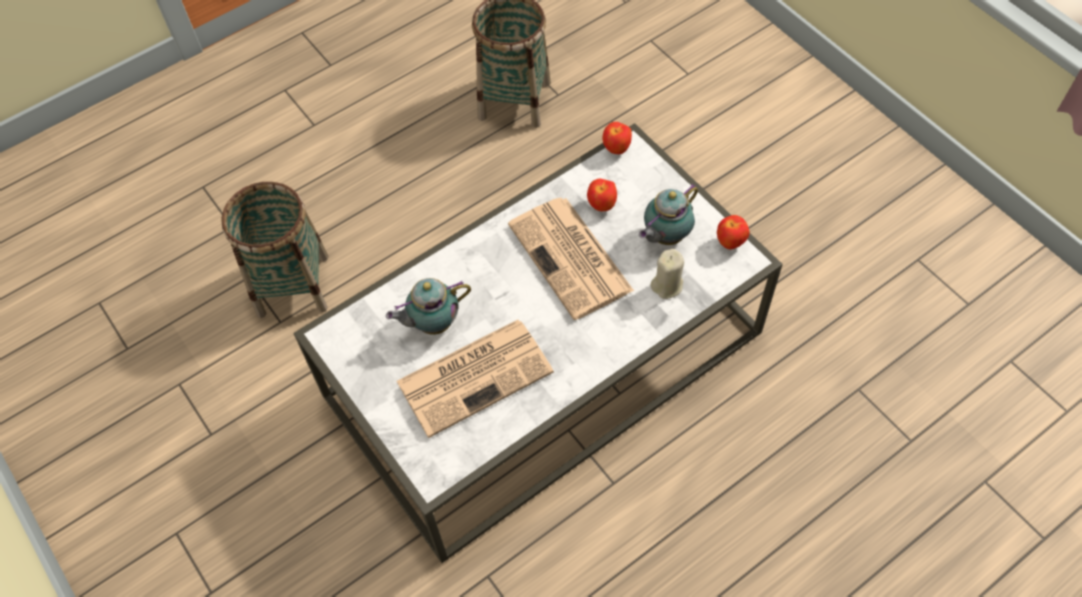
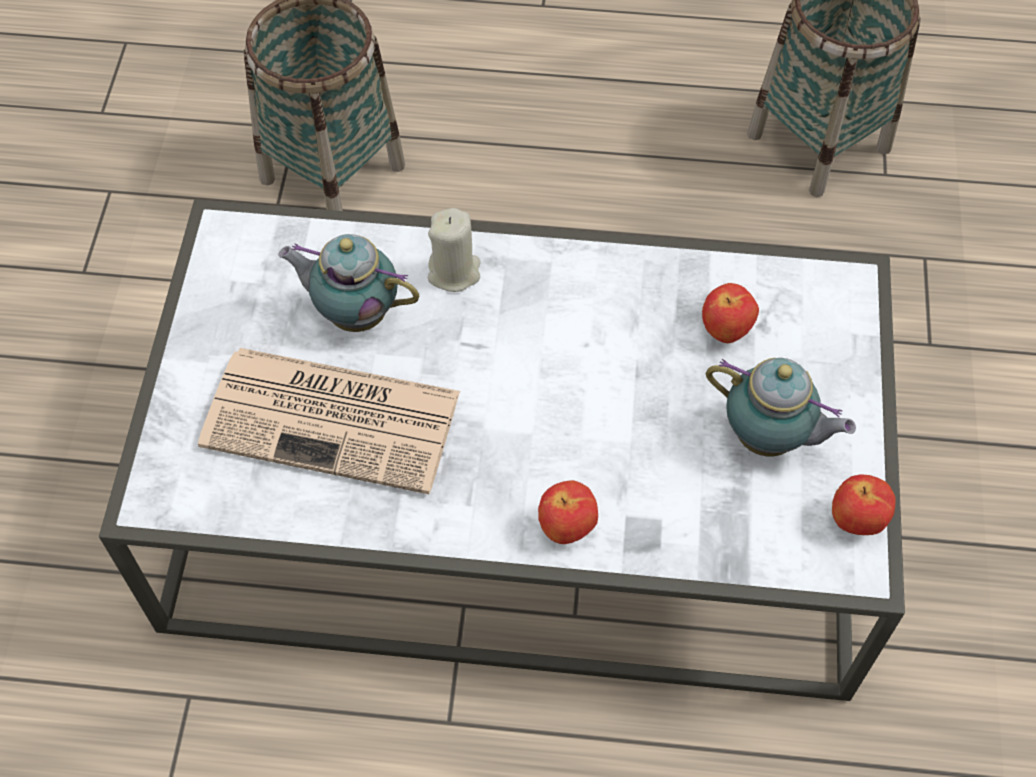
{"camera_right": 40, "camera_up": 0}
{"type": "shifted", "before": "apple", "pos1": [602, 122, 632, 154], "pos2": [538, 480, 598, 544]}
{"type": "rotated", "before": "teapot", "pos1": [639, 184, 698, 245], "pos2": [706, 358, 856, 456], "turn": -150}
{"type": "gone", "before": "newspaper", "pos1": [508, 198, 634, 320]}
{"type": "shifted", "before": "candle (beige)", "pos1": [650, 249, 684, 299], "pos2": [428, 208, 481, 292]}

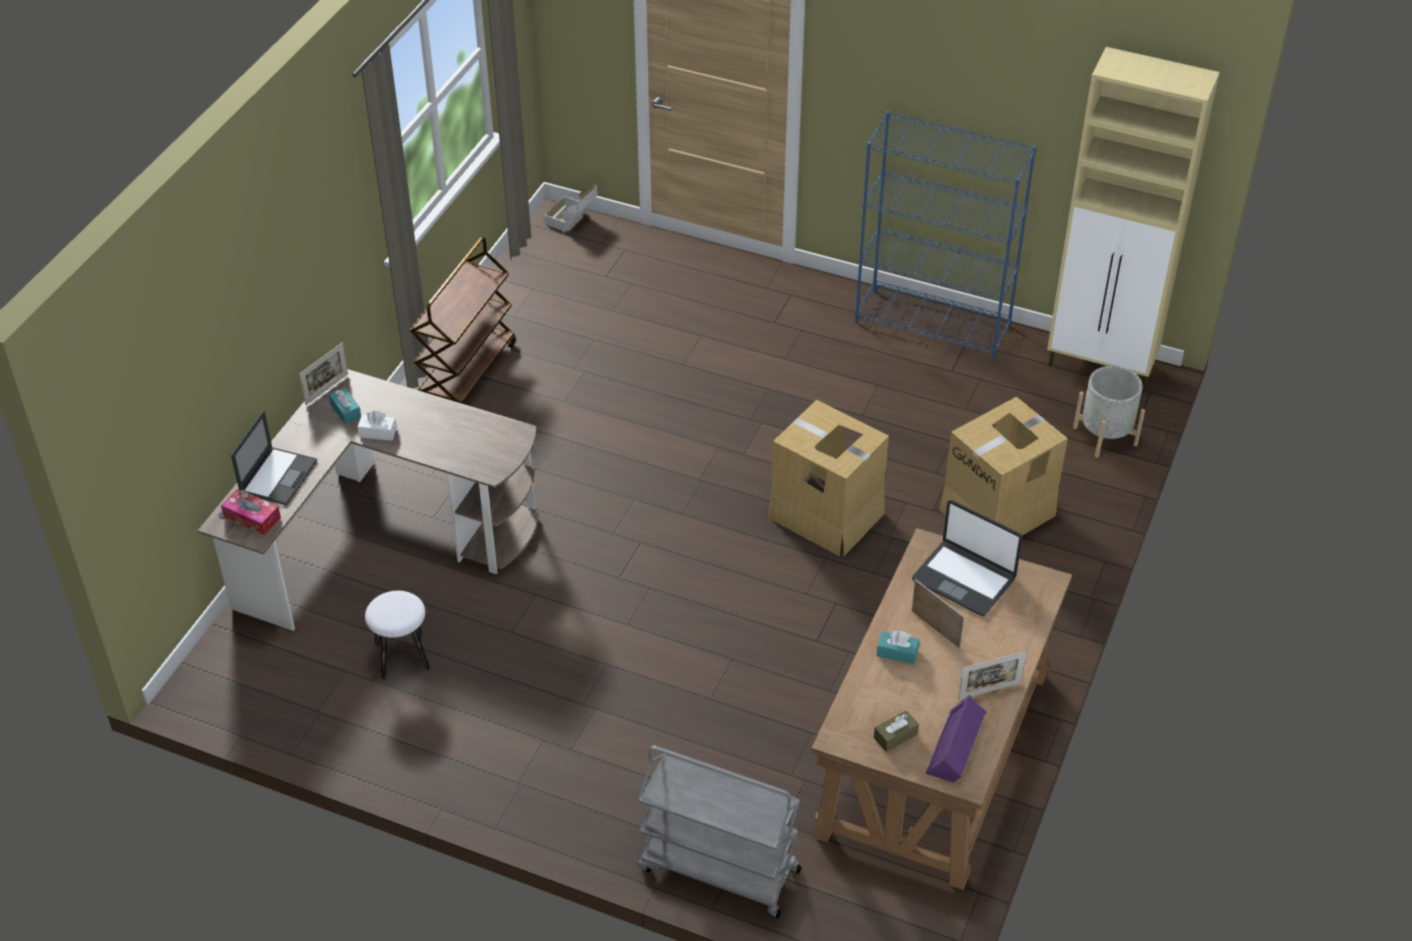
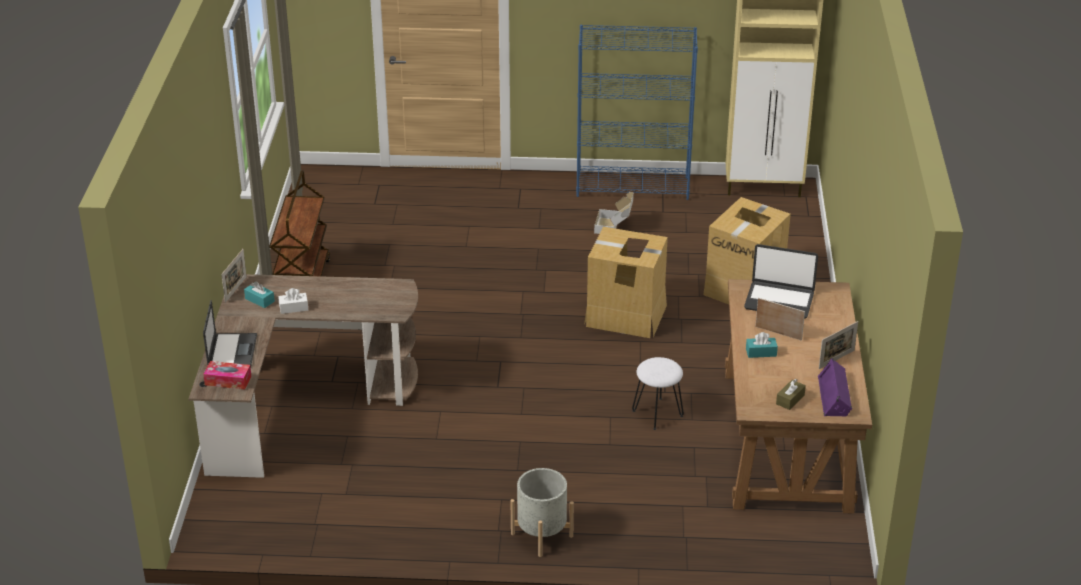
{"camera_right": -20, "camera_up": -10}
{"type": "shifted", "before": "cardboard box", "pos1": [544, 184, 598, 232], "pos2": [594, 192, 634, 234]}
{"type": "shifted", "before": "planter (grey)", "pos1": [1073, 366, 1145, 458], "pos2": [511, 468, 574, 557]}
{"type": "shifted", "before": "stool (white)", "pos1": [365, 591, 430, 680], "pos2": [632, 357, 684, 430]}
{"type": "gone", "before": "cart (grey)", "pos1": [638, 745, 801, 918]}

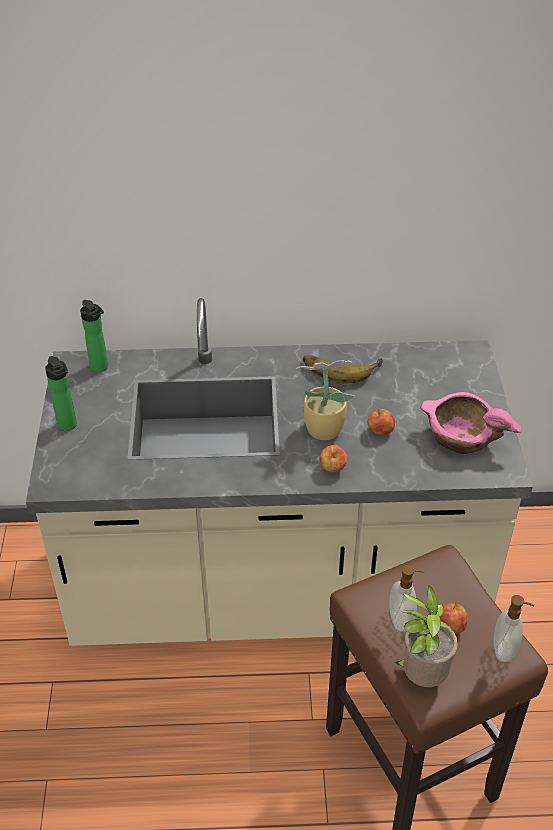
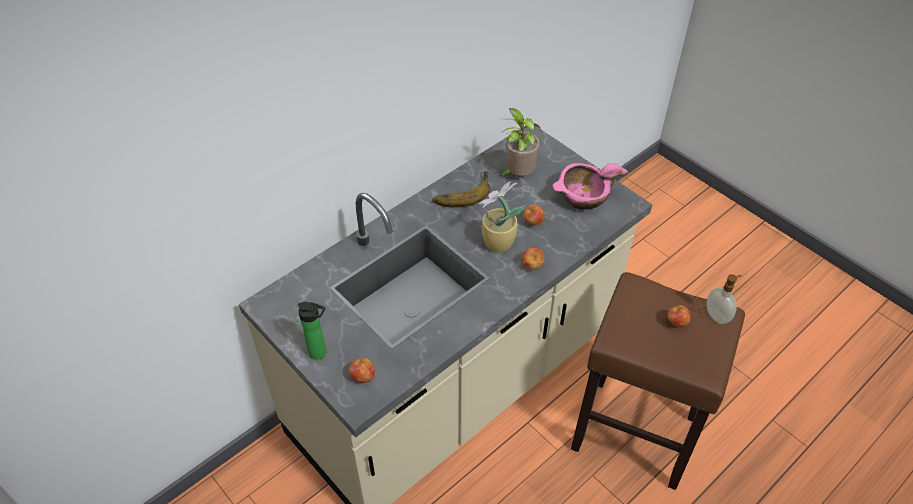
{"camera_right": -40, "camera_up": 5}
{"type": "gone", "before": "bottle", "pos1": [80, 300, 108, 372]}
{"type": "gone", "before": "soap dispenser", "pos1": [389, 565, 424, 632]}
{"type": "shifted", "before": "potted plant", "pos1": [396, 586, 458, 687], "pos2": [500, 108, 541, 176]}
{"type": "new", "after": "apple", "pos2": [349, 358, 375, 383]}

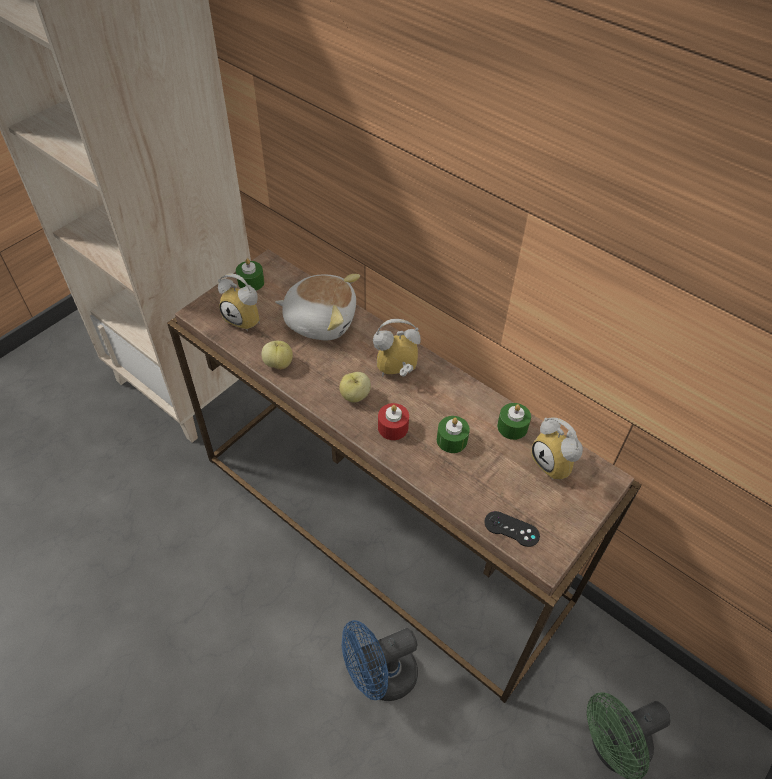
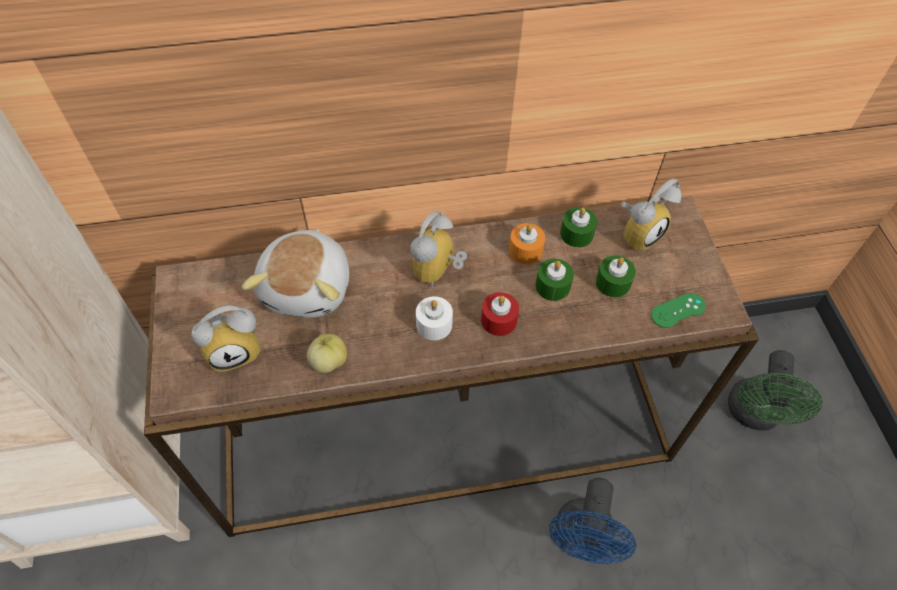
{"camera_right": -50, "camera_up": 5}
{"type": "shifted", "before": "candle (green)", "pos1": [236, 258, 264, 291], "pos2": [596, 255, 636, 298]}
{"type": "rotated", "before": "plush toy", "pos1": [275, 274, 360, 341], "pos2": [242, 229, 349, 318], "turn": 135}
{"type": "swapped", "before": "apple", "after": "candle (white)", "pos1": [339, 372, 371, 402], "pos2": [416, 296, 453, 340]}
{"type": "rotated", "before": "alarm clock", "pos1": [531, 417, 583, 480], "pos2": [621, 179, 681, 252], "turn": -45}
{"type": "repainted", "before": "game controller (black)", "after": "game controller (green)", "pos1": [484, 511, 540, 547], "pos2": [651, 293, 706, 328]}
{"type": "new", "after": "candle (orange)", "pos2": [509, 223, 545, 264]}

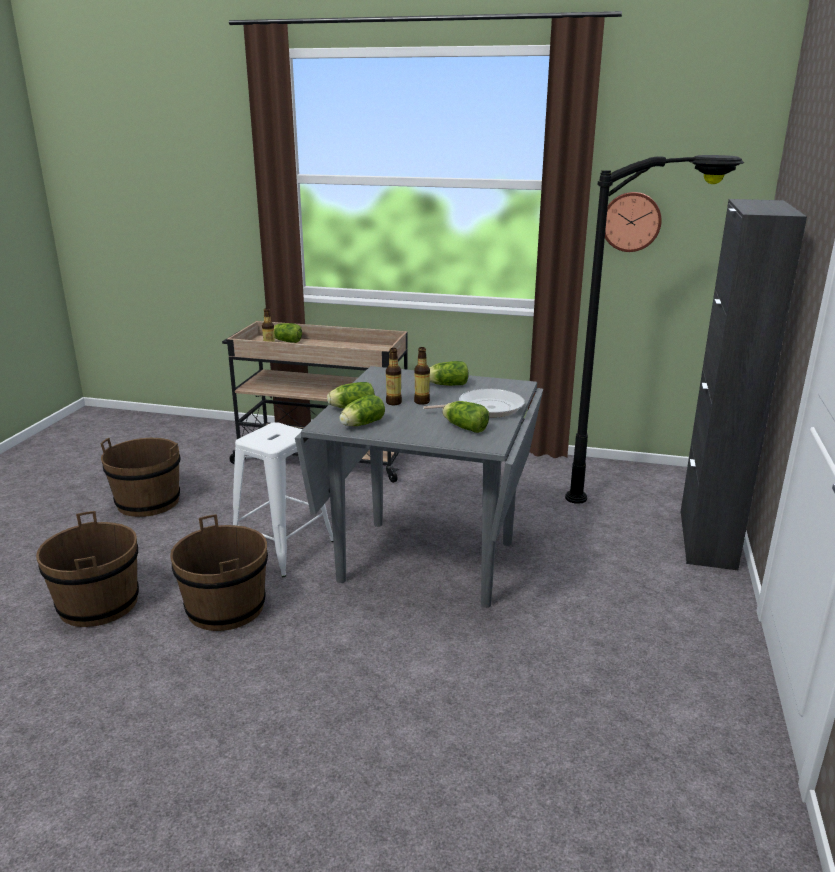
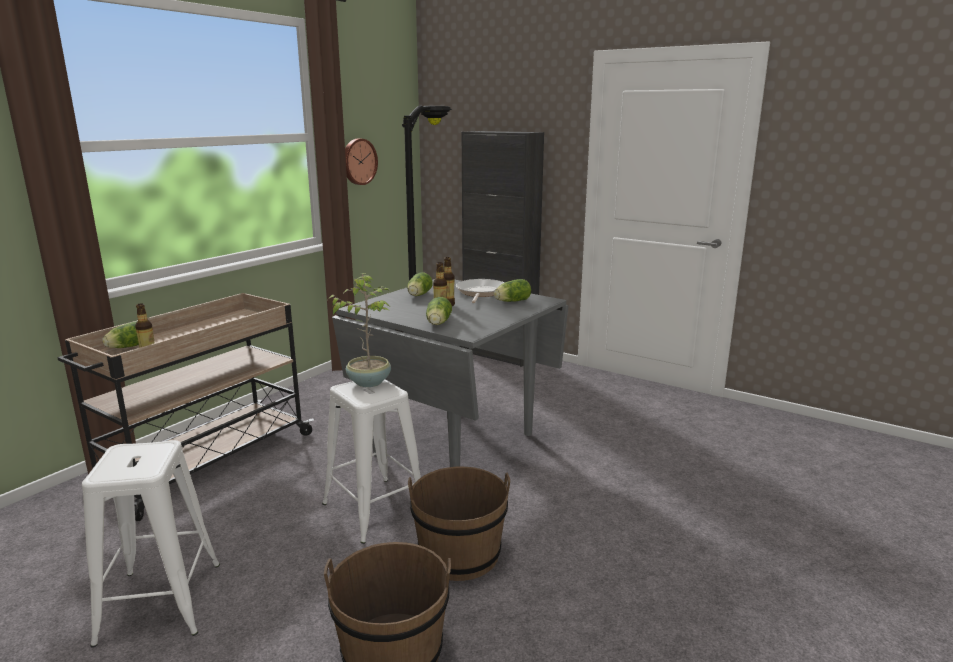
{"camera_right": -70, "camera_up": -5}
{"type": "gone", "before": "lettuce", "pos1": [339, 394, 385, 426]}
{"type": "swapped", "before": "bucket (brown)", "after": "stool (white)", "pos1": [100, 438, 180, 517], "pos2": [82, 440, 220, 648]}
{"type": "new", "after": "potted plant", "pos2": [328, 273, 391, 387]}

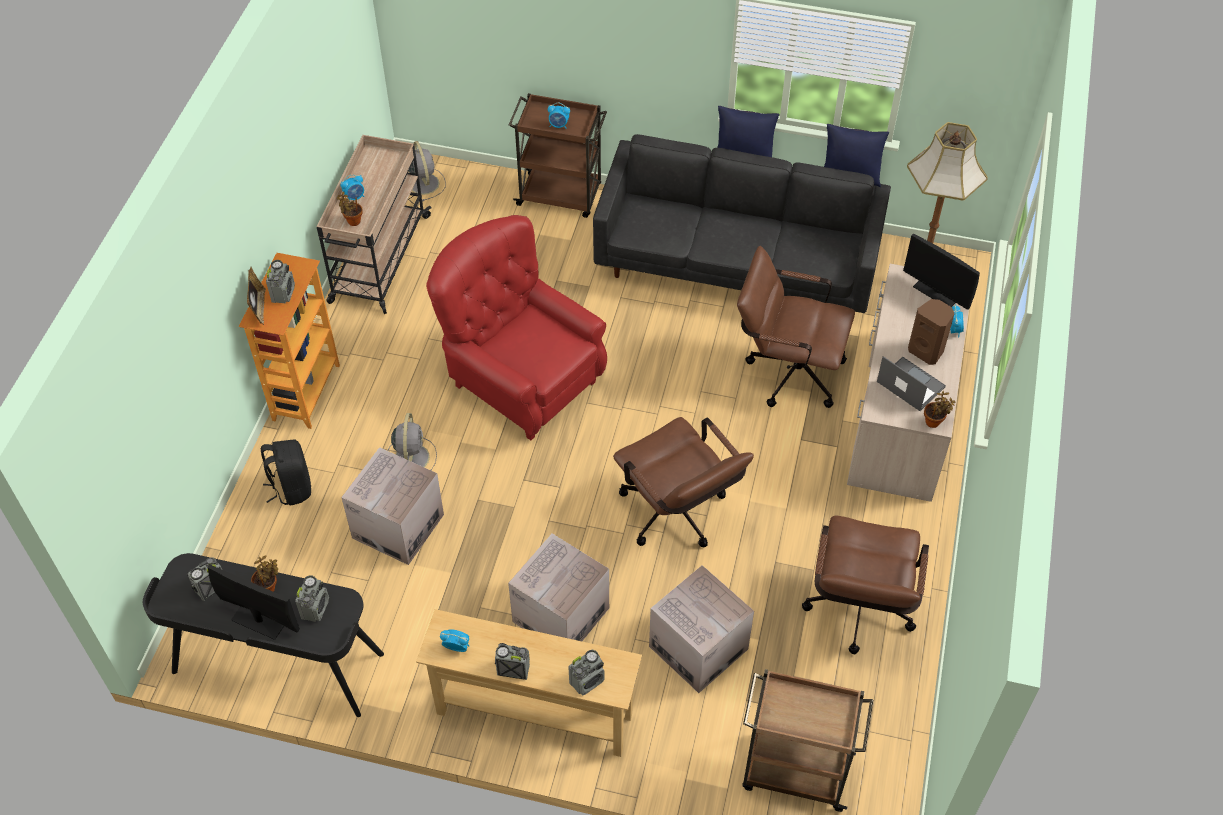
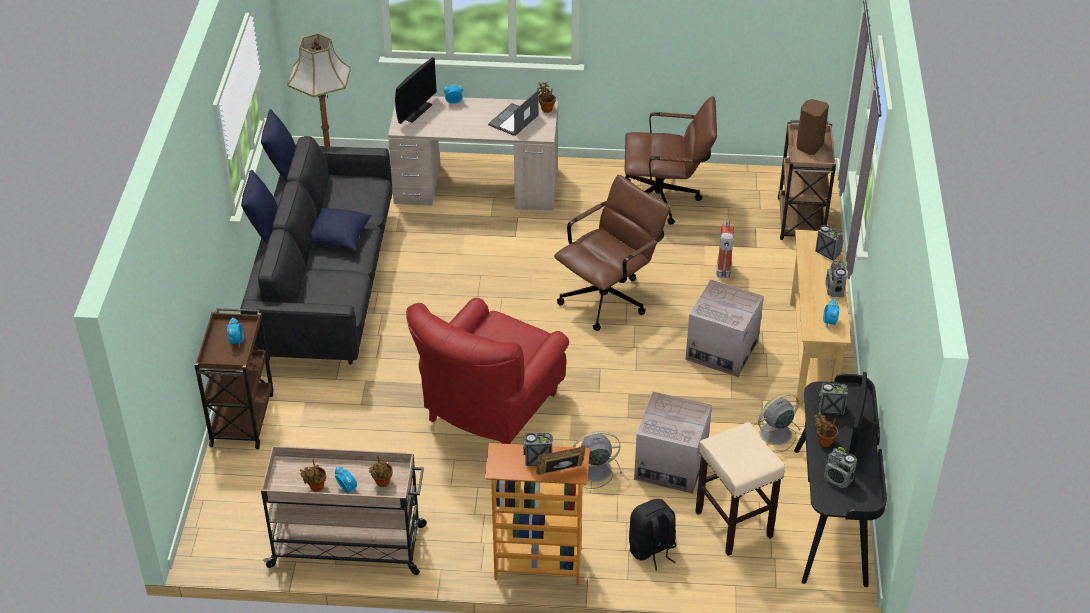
{"camera_right": -100, "camera_up": -10}
{"type": "shifted", "before": "fan (grey)", "pos1": [408, 141, 446, 201], "pos2": [753, 393, 801, 453]}
{"type": "gone", "before": "office chair (brown)", "pos1": [737, 246, 855, 408]}
{"type": "shifted", "before": "speaker (brown)", "pos1": [908, 299, 955, 365], "pos2": [796, 99, 829, 155]}
{"type": "swapped", "before": "cardboard box", "after": "fire extinguisher", "pos1": [649, 565, 754, 693], "pos2": [716, 219, 734, 278]}
{"type": "new", "after": "pillow (blue)", "pos2": [311, 207, 372, 251]}
{"type": "new", "after": "stool (beige)", "pos2": [695, 422, 785, 556]}
{"type": "new", "after": "potted plant", "pos2": [300, 459, 326, 491]}

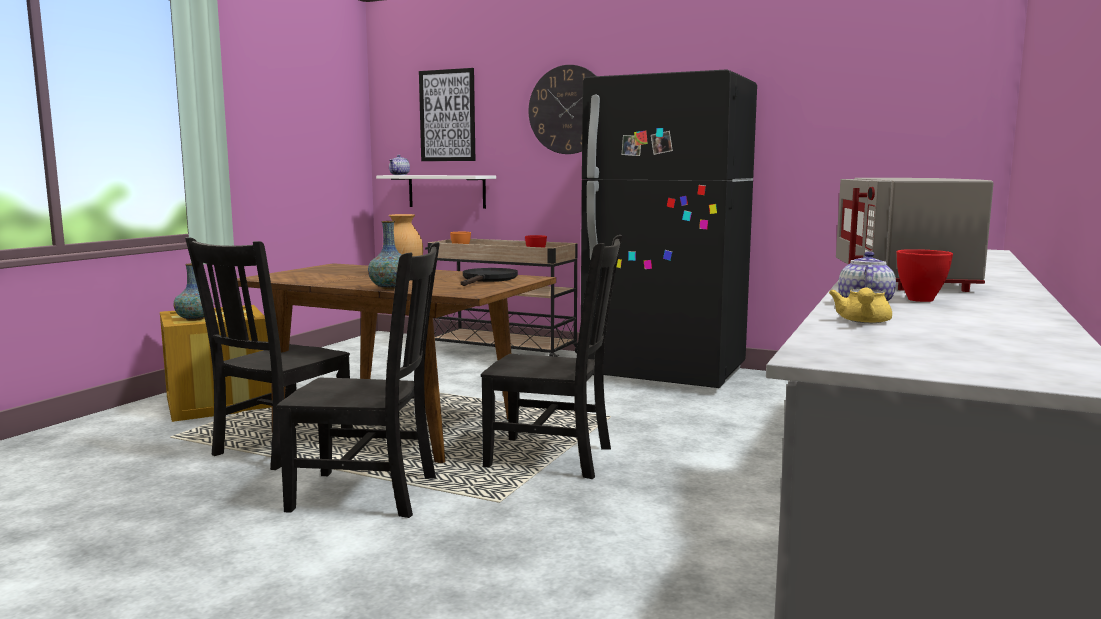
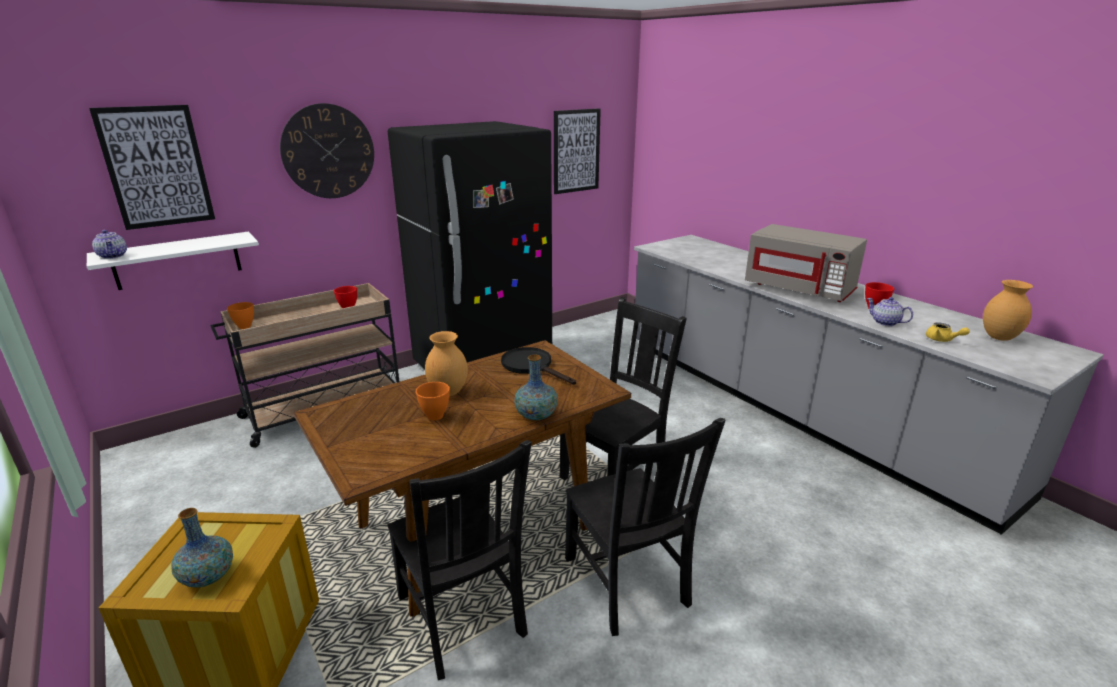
{"camera_right": -60, "camera_up": 15}
{"type": "rotated", "before": "chair (black)", "pos1": [277, 242, 440, 518], "pos2": [565, 418, 726, 636], "turn": 120}
{"type": "new", "after": "picture", "pos2": [554, 108, 601, 194]}
{"type": "new", "after": "vase (brown)", "pos2": [983, 280, 1033, 341]}
{"type": "new", "after": "bowl (orange)", "pos2": [416, 382, 450, 421]}

